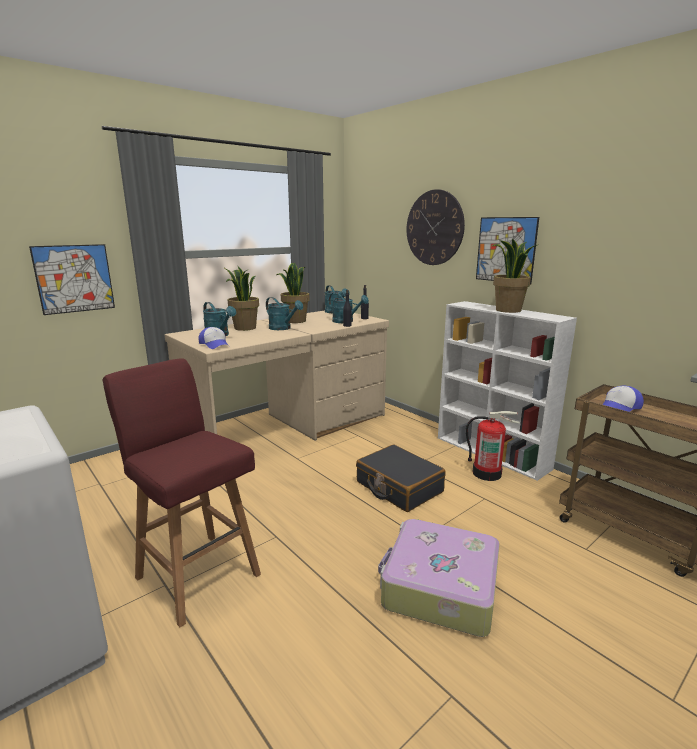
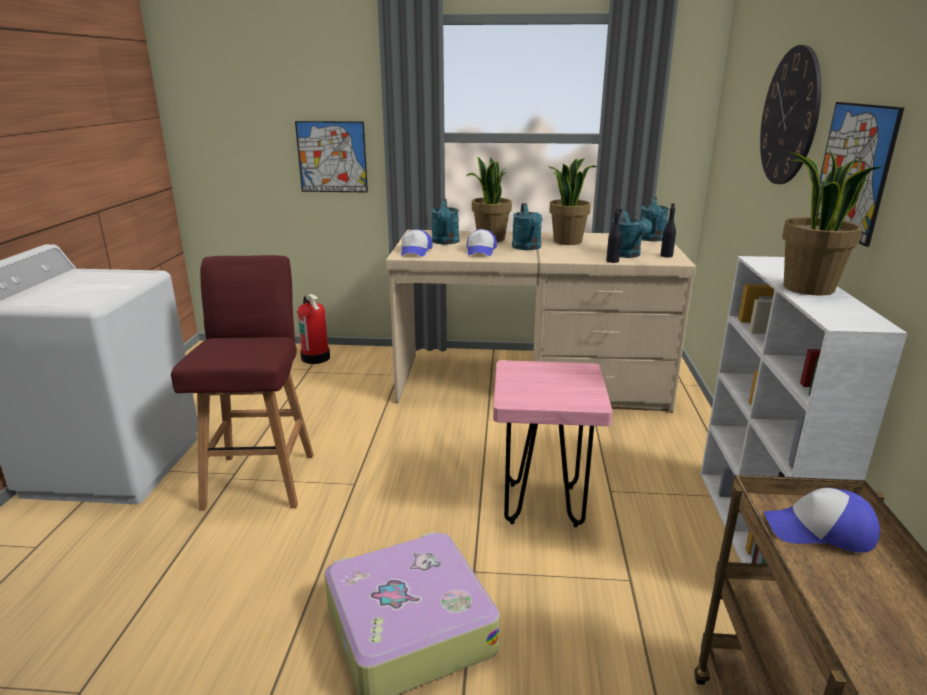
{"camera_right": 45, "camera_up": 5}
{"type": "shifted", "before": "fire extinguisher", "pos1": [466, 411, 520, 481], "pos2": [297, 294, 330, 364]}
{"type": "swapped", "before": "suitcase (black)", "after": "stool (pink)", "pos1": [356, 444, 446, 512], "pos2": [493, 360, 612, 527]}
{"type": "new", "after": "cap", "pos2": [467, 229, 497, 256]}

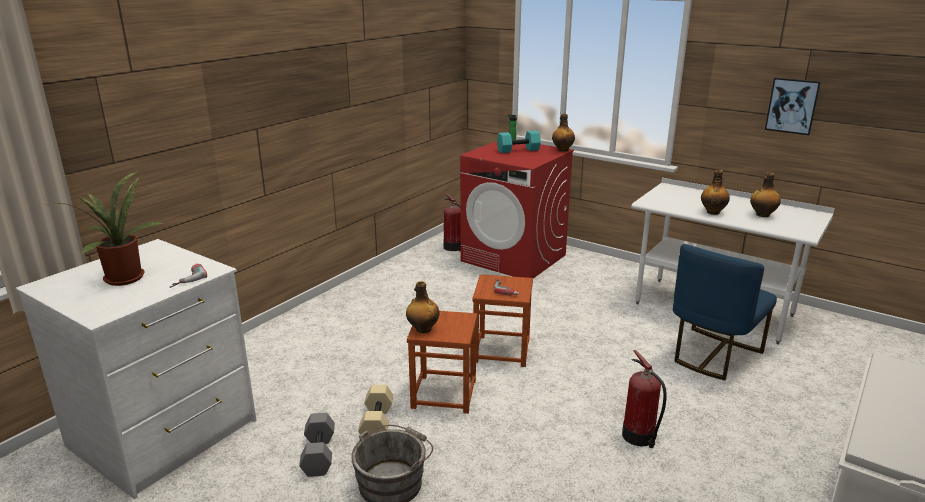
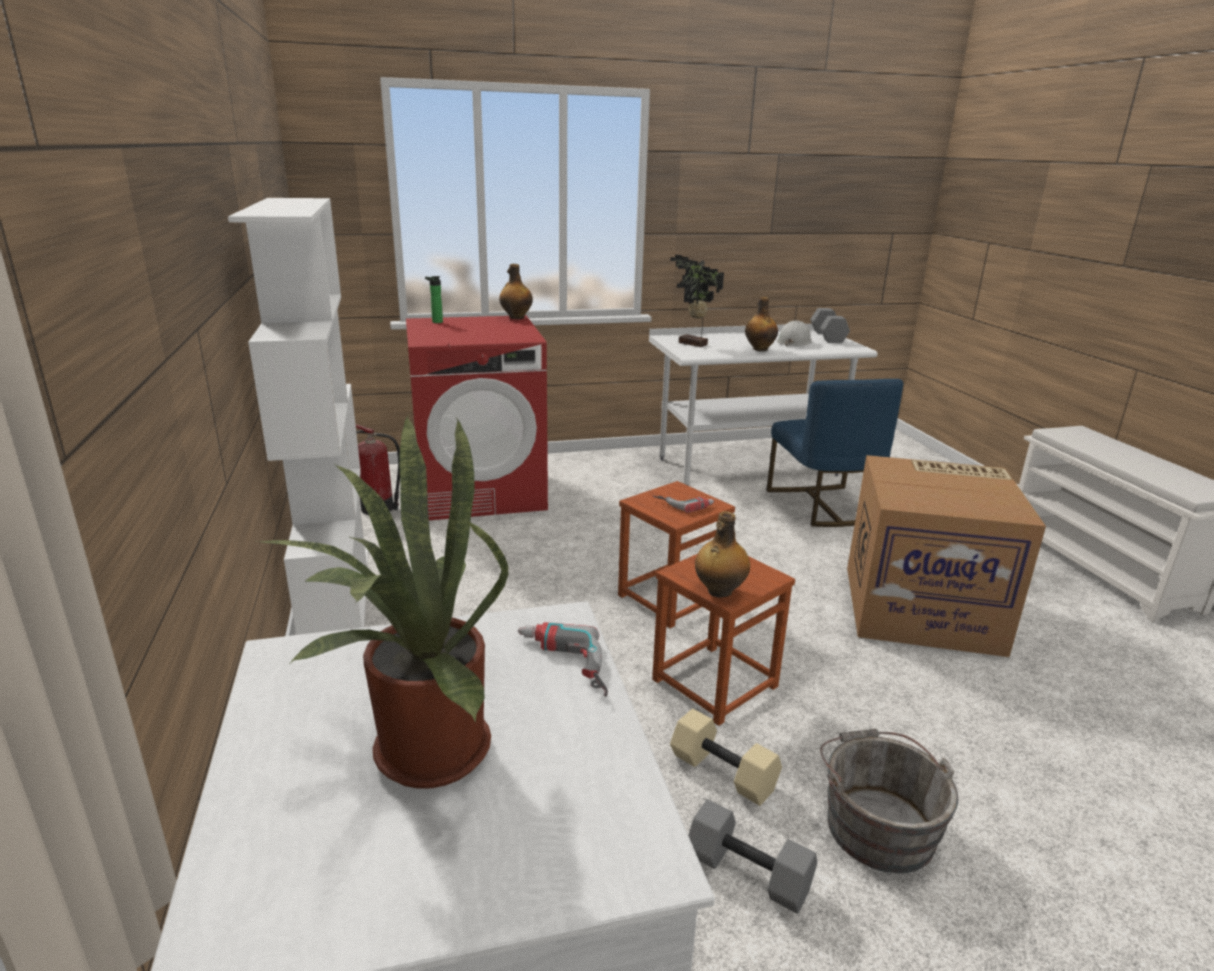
{"camera_right": -50, "camera_up": 0}
{"type": "gone", "before": "picture", "pos1": [765, 77, 821, 135]}
{"type": "gone", "before": "dumbbell (turquoise)", "pos1": [497, 131, 541, 153]}
{"type": "swapped", "before": "bottle", "after": "hard hat (white)", "pos1": [750, 172, 781, 217], "pos2": [777, 321, 812, 347]}
{"type": "swapped", "before": "fire extinguisher", "after": "cardboard box", "pos1": [622, 350, 667, 448], "pos2": [847, 455, 1046, 657]}
{"type": "new", "after": "bookcase (white)", "pos2": [228, 198, 369, 635]}
{"type": "new", "after": "potted plant", "pos2": [670, 255, 724, 347]}
{"type": "new", "after": "dumbbell (grey)", "pos2": [810, 308, 850, 343]}

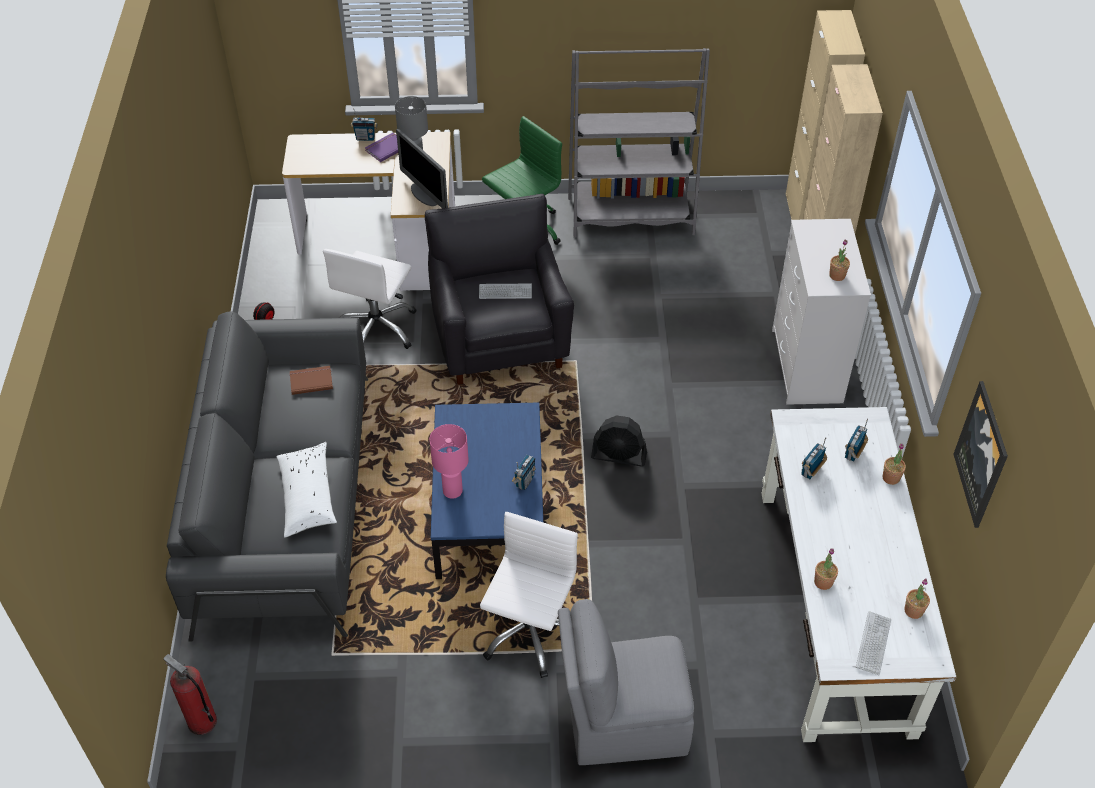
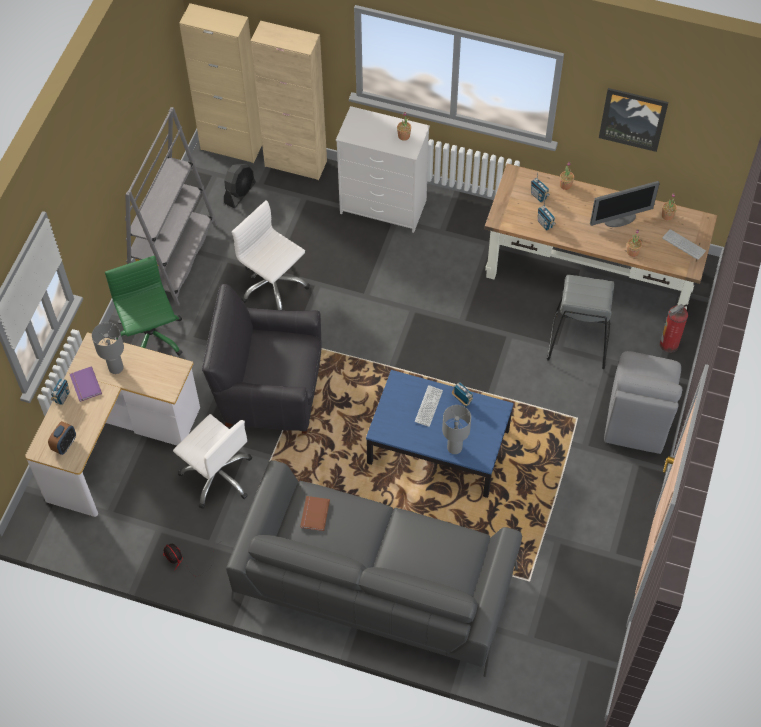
{"camera_right": -70, "camera_up": 10}
{"type": "shifted", "before": "monitor", "pos1": [396, 129, 448, 208], "pos2": [590, 181, 660, 227]}
{"type": "shifted", "before": "keyboard", "pos1": [479, 284, 532, 299], "pos2": [415, 385, 443, 427]}
{"type": "repainted", "before": "desk (white)", "after": "desk (brown)", "pos1": [761, 407, 956, 742], "pos2": [484, 164, 718, 310]}
{"type": "shifted", "before": "fan (black)", "pos1": [591, 415, 647, 467], "pos2": [224, 164, 256, 208]}
{"type": "repainted", "before": "table lamp (pink)", "after": "table lamp (grey)", "pos1": [429, 424, 469, 499], "pos2": [442, 405, 471, 454]}
{"type": "gone", "before": "pillow (white)", "pos1": [276, 442, 337, 538]}
{"type": "shifted", "before": "office chair (white)", "pos1": [480, 512, 578, 678], "pos2": [232, 200, 310, 310]}
{"type": "shifted", "before": "fire extinguisher", "pos1": [163, 654, 217, 735], "pos2": [660, 304, 689, 353]}
{"type": "new", "after": "stool (grey)", "pos2": [547, 275, 614, 369]}
{"type": "new", "after": "alarm clock", "pos2": [48, 421, 76, 455]}

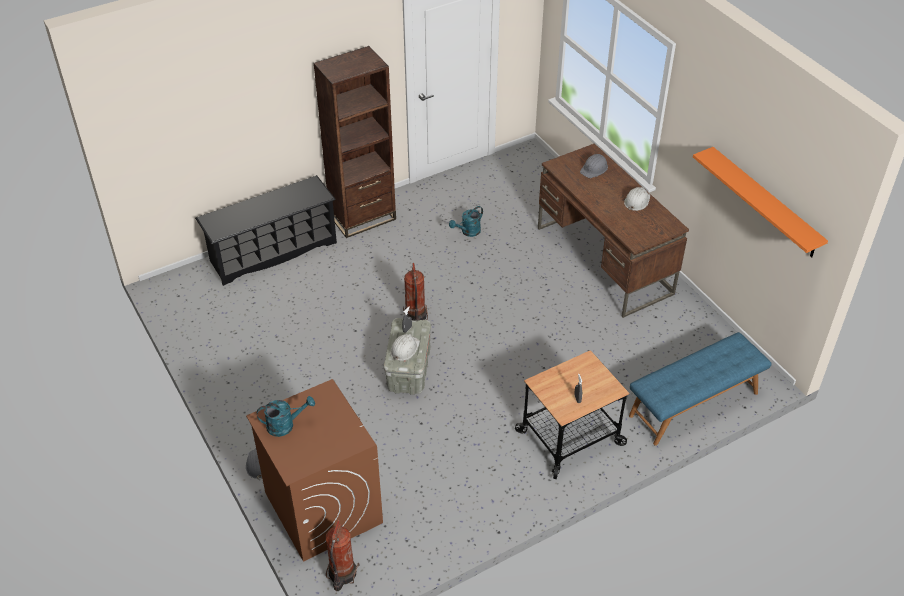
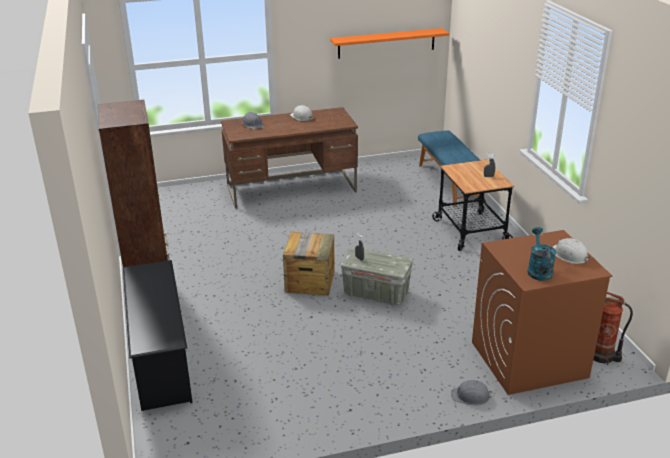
{"camera_right": -75, "camera_up": -15}
{"type": "gone", "before": "watering can (turquoise)", "pos1": [449, 206, 483, 237]}
{"type": "swapped", "before": "fire extinguisher", "after": "crate", "pos1": [403, 263, 428, 321], "pos2": [283, 232, 335, 296]}
{"type": "shifted", "before": "hard hat (white)", "pos1": [390, 334, 420, 361], "pos2": [553, 238, 590, 264]}

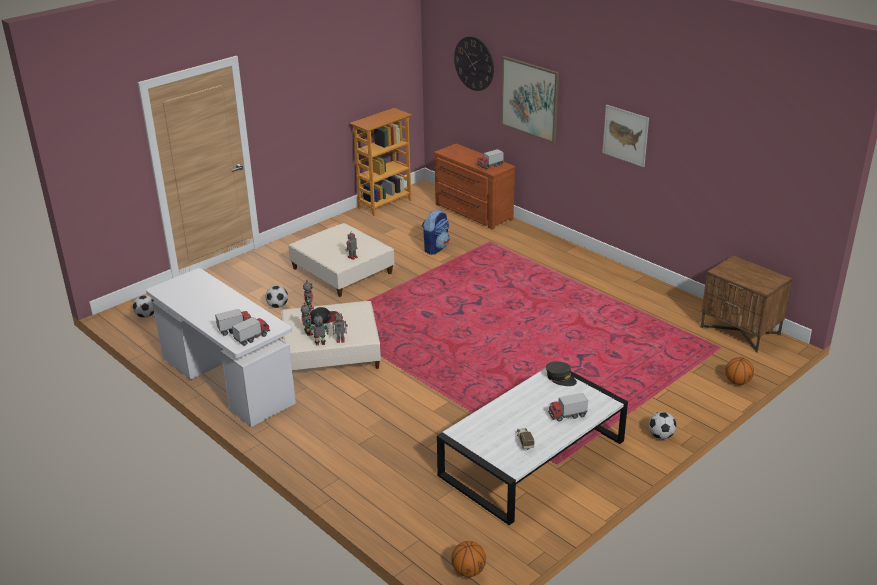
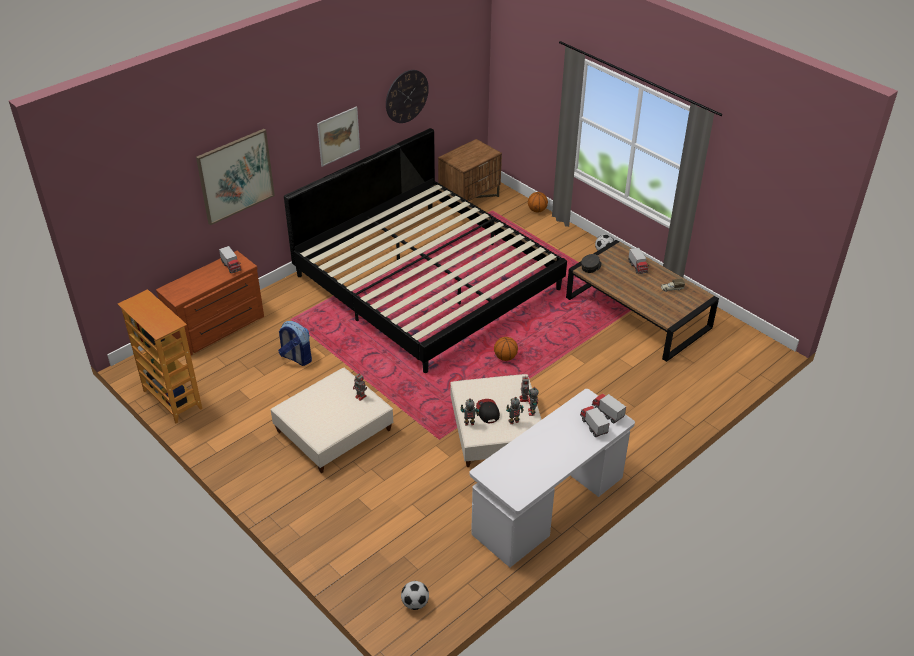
{"camera_right": -90, "camera_up": 10}
{"type": "shifted", "before": "wall clock", "pos1": [454, 36, 494, 91], "pos2": [386, 70, 429, 123]}
{"type": "gone", "before": "football", "pos1": [265, 286, 288, 308]}
{"type": "repainted", "before": "coffee table (white)", "after": "coffee table (brown)", "pos1": [437, 368, 628, 525], "pos2": [566, 240, 719, 362]}
{"type": "shifted", "before": "basketball", "pos1": [451, 541, 486, 577], "pos2": [494, 337, 518, 361]}
{"type": "new", "after": "bed", "pos2": [284, 128, 567, 373]}

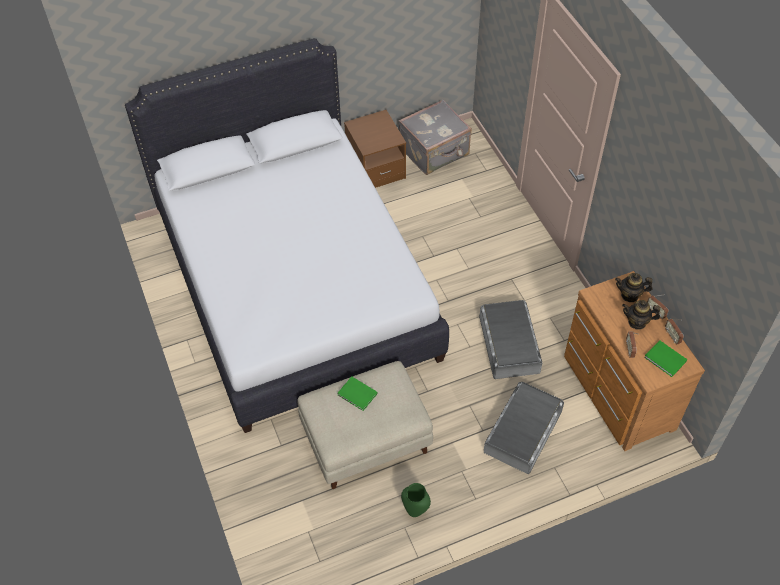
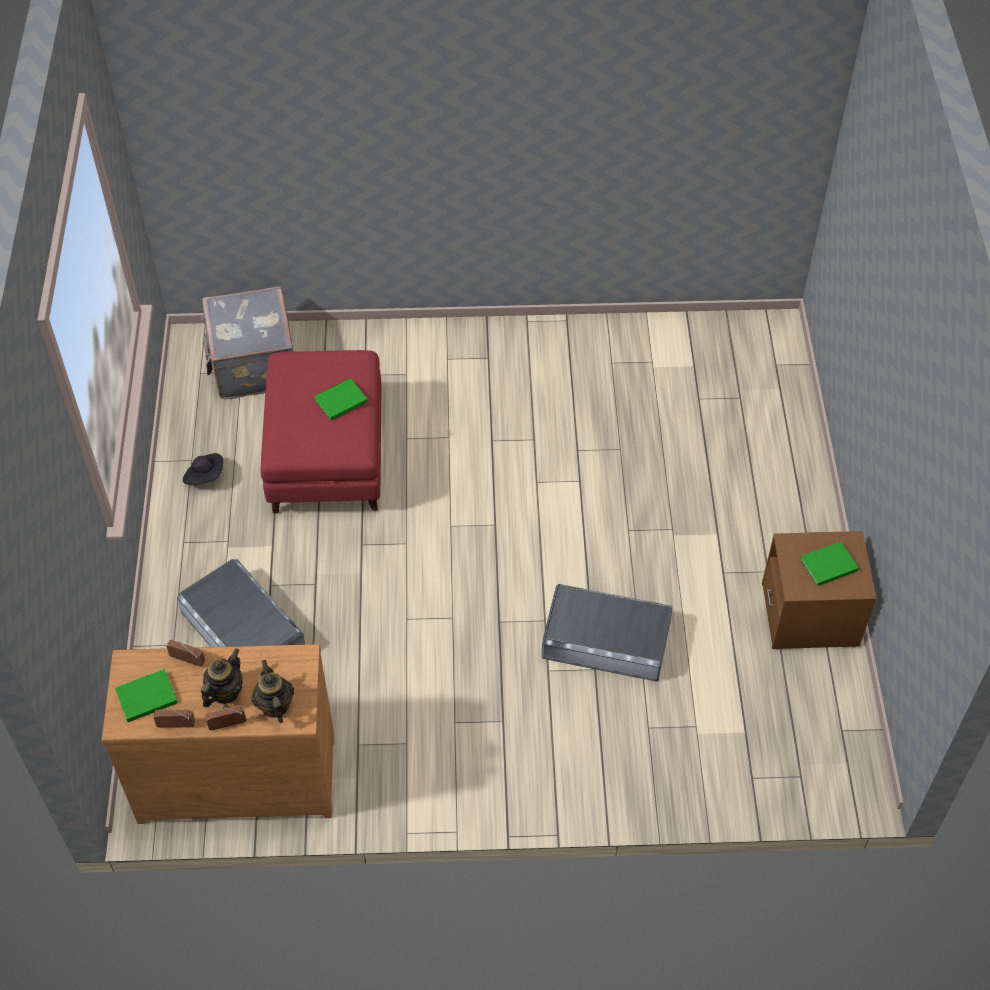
{"camera_right": 110, "camera_up": 0}
{"type": "gone", "before": "bed (white)", "pos1": [125, 38, 449, 433]}
{"type": "shifted", "before": "suitcase (grey)", "pos1": [399, 99, 472, 175], "pos2": [201, 286, 293, 399]}
{"type": "rotated", "before": "teapot", "pos1": [615, 273, 652, 302], "pos2": [252, 660, 294, 723], "turn": -45}
{"type": "shifted", "before": "storage box (grey)", "pos1": [479, 300, 542, 379], "pos2": [541, 584, 673, 682]}
{"type": "repainted", "before": "ottoman (beige)", "after": "ottoman (red)", "pos1": [297, 361, 433, 489], "pos2": [260, 350, 381, 514]}
{"type": "swapped", "before": "vase (green)", "after": "hat (black)", "pos1": [401, 483, 431, 517], "pos2": [183, 453, 223, 485]}
{"type": "new", "after": "book (green)", "pos2": [800, 542, 859, 586]}

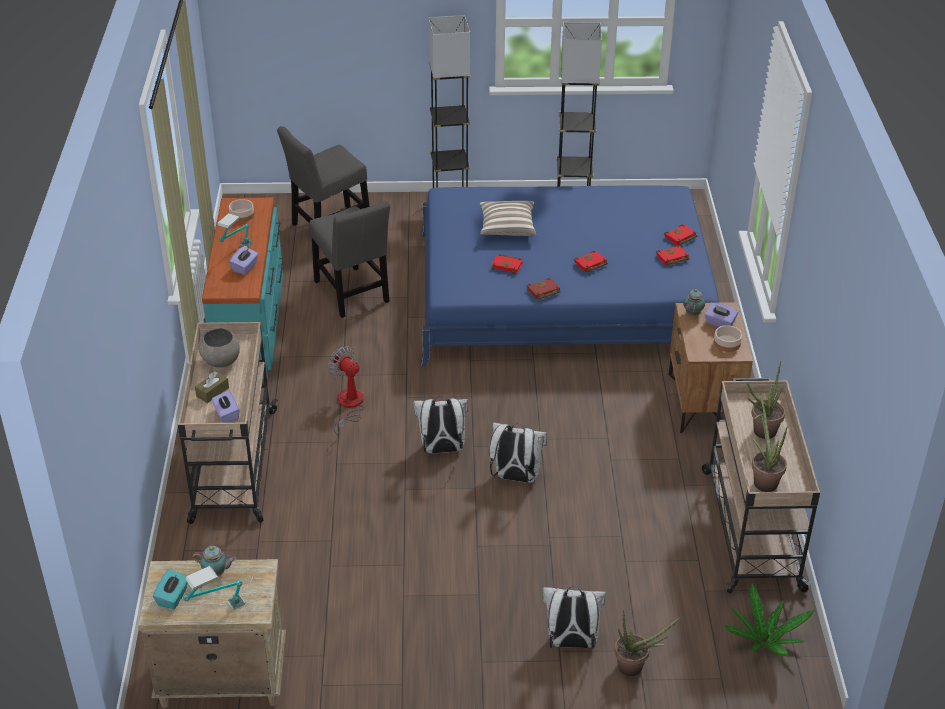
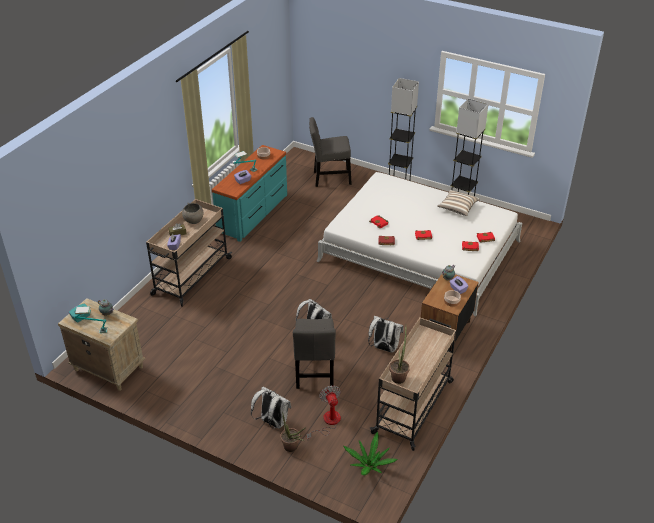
{"camera_right": 30, "camera_up": 0}
{"type": "repainted", "before": "bed (blue)", "after": "bed (white)", "pos1": [421, 185, 719, 366], "pos2": [316, 172, 522, 316]}
{"type": "shifted", "before": "chair (grey)", "pos1": [309, 201, 390, 318], "pos2": [293, 319, 336, 389]}
{"type": "shifted", "before": "pillow", "pos1": [480, 201, 537, 236], "pos2": [437, 190, 479, 216]}
{"type": "shifted", "before": "fan", "pos1": [328, 346, 364, 436], "pos2": [307, 385, 341, 439]}
{"type": "gone", "before": "potted plant", "pos1": [747, 361, 785, 439]}
{"type": "shifted", "before": "backpack (white)", "pos1": [413, 396, 468, 454], "pos2": [368, 316, 404, 353]}

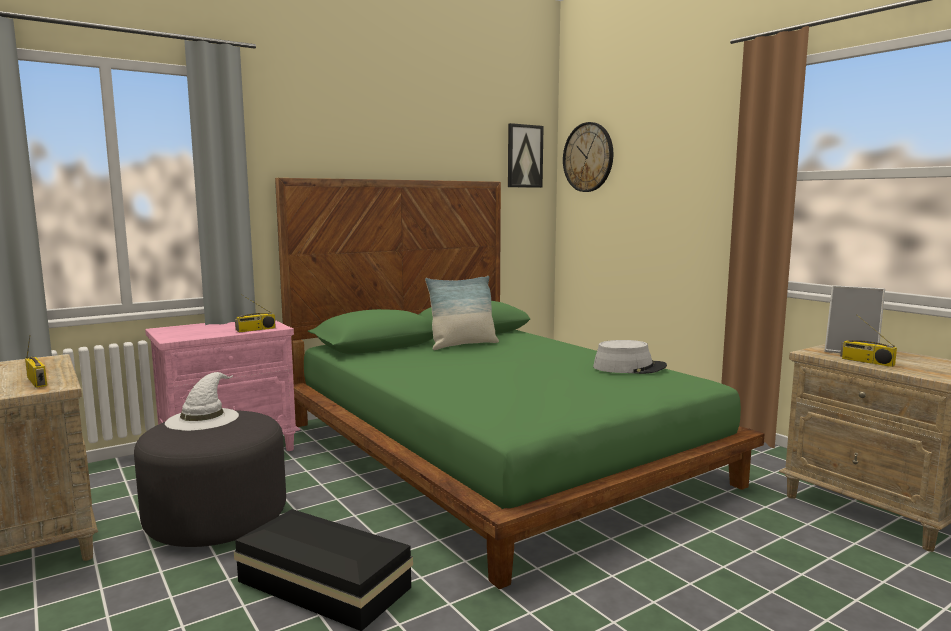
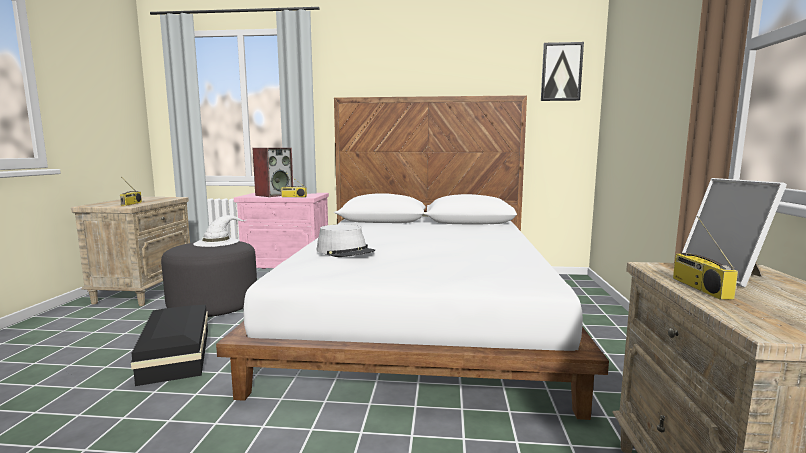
{"camera_right": 40, "camera_up": 0}
{"type": "gone", "before": "wall clock", "pos1": [563, 122, 613, 192]}
{"type": "repainted", "before": "bed (green)", "after": "bed (white)", "pos1": [275, 178, 765, 589], "pos2": [216, 95, 609, 420]}
{"type": "gone", "before": "pillow", "pos1": [425, 276, 499, 350]}
{"type": "shifted", "before": "hat (grey)", "pos1": [593, 340, 667, 374], "pos2": [317, 224, 375, 257]}
{"type": "new", "after": "speaker", "pos2": [253, 148, 293, 197]}

